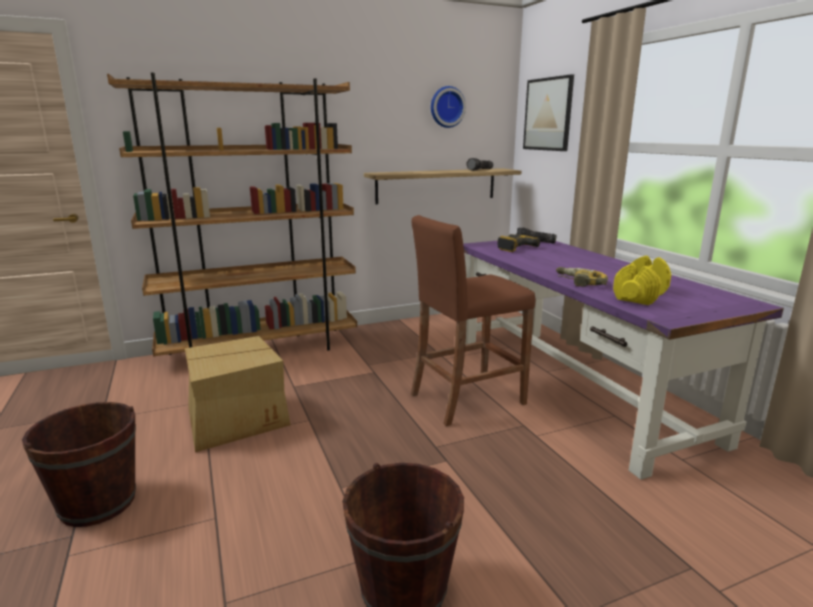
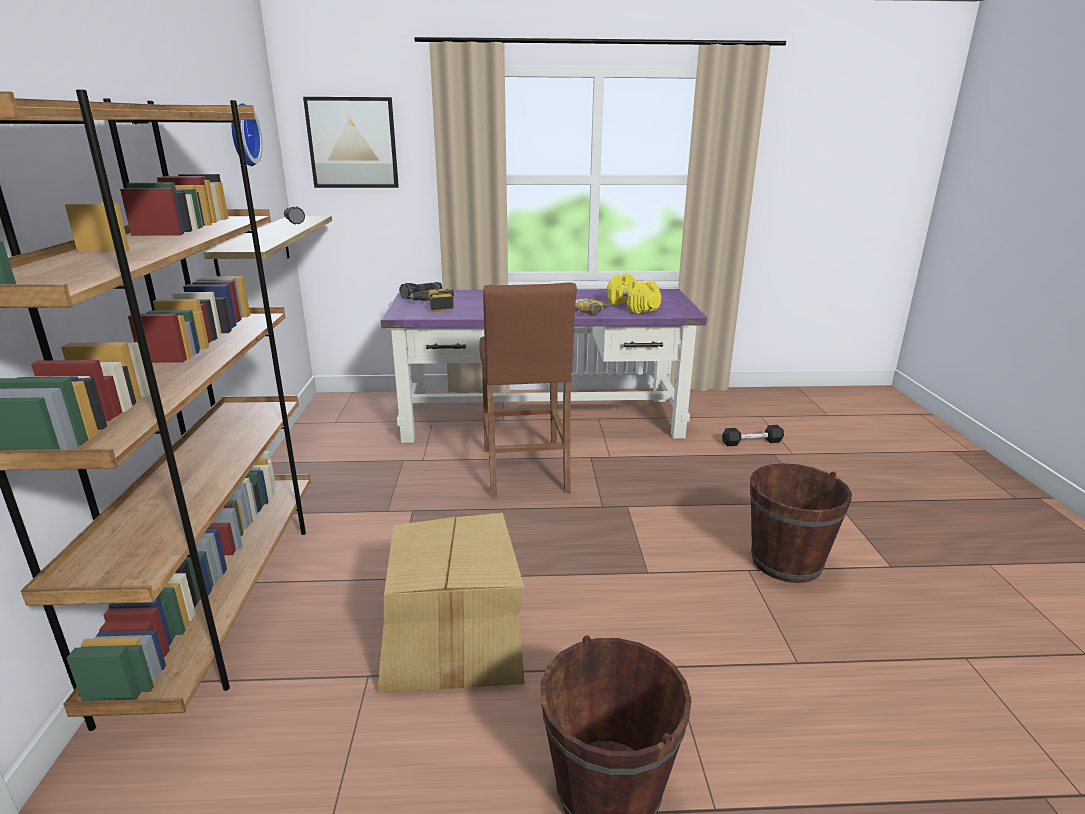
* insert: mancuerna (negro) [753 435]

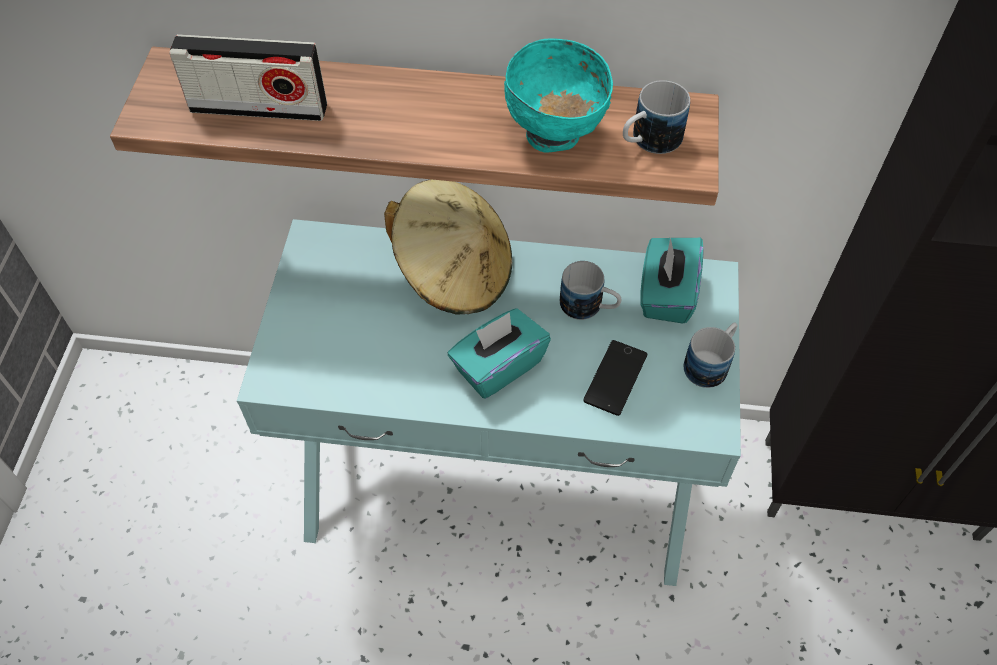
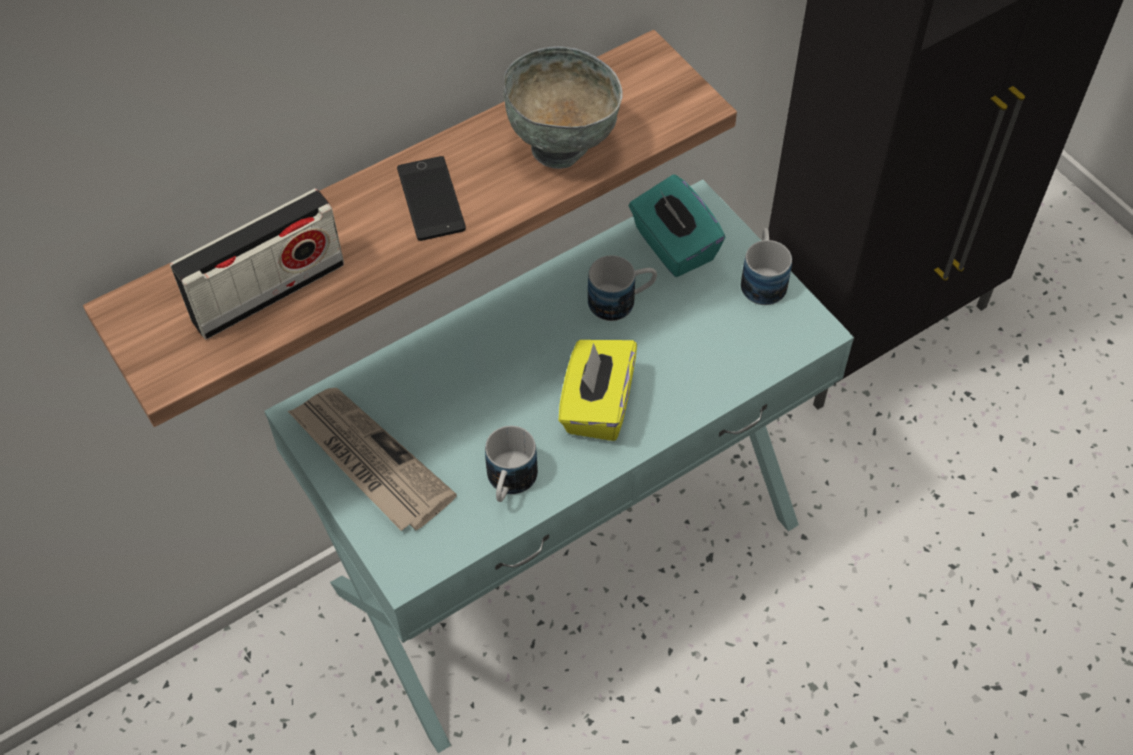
* delete: sombrero (beis) [448 247]
* insert: periódico [372 459]
* move: móvil [615 378] to [431 198]
* move: taza grande [656 117] to [511 464]
* recolor: caja de pañuelos (turquesa) [499 353] to caja de pañuelos (amarillo) [597 390]
* recolor: cuenco (turquesa) [558 96] to cuenco (gris) [563 108]

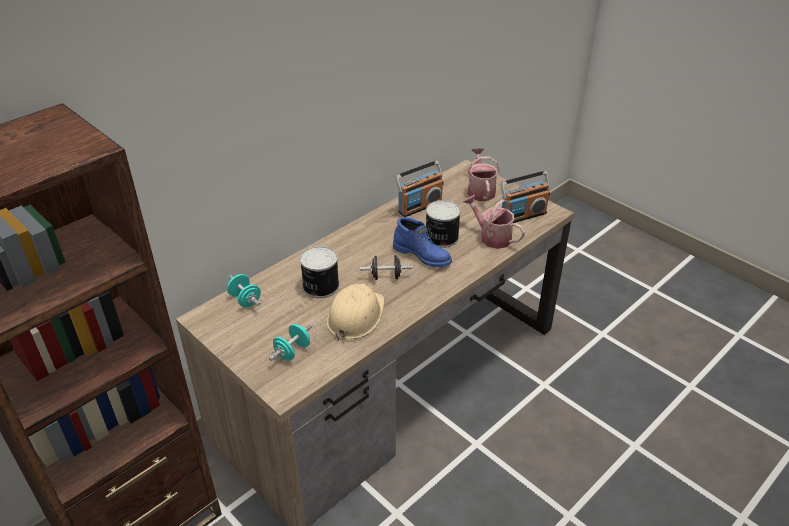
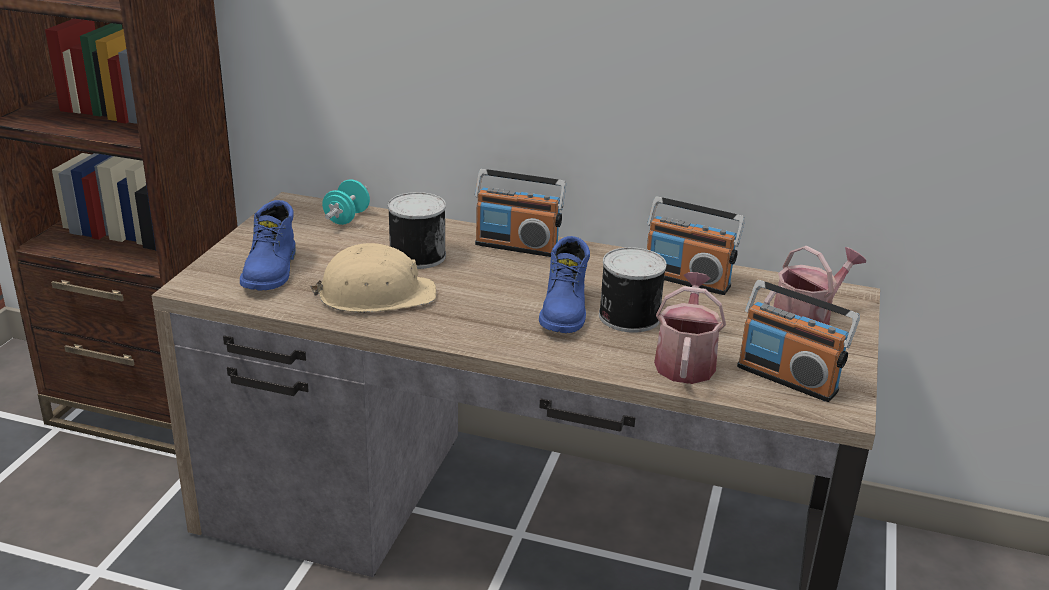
* delete: mancuerna (negro) [386 267]
* insert: radio [520 213]
* replace: mancuerna (turquesa) [290 342] to bota (azul) [268 245]

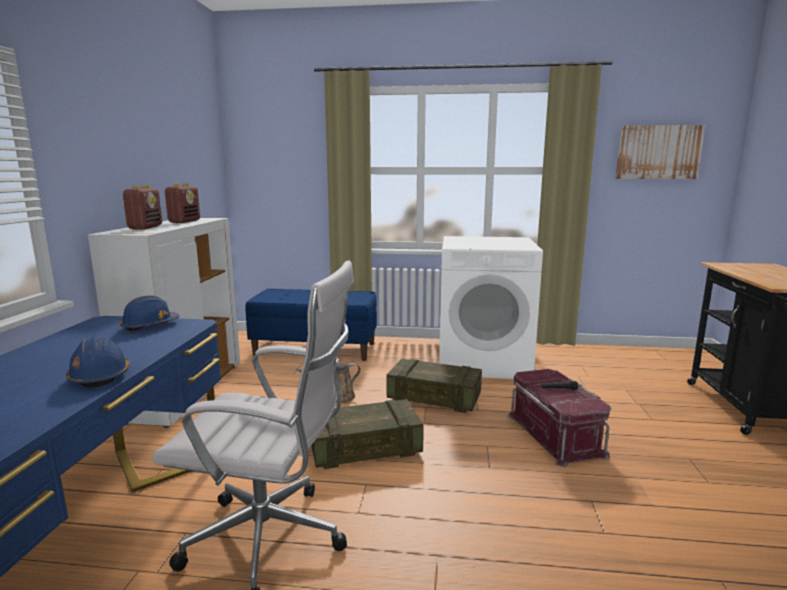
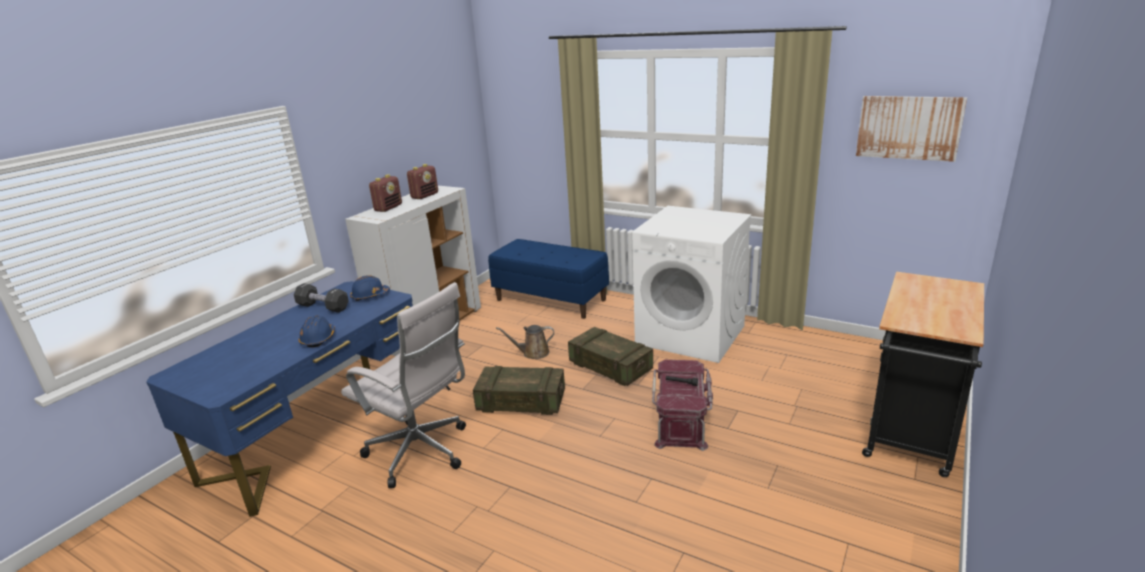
* insert: mancuerna (negro) [321 298]

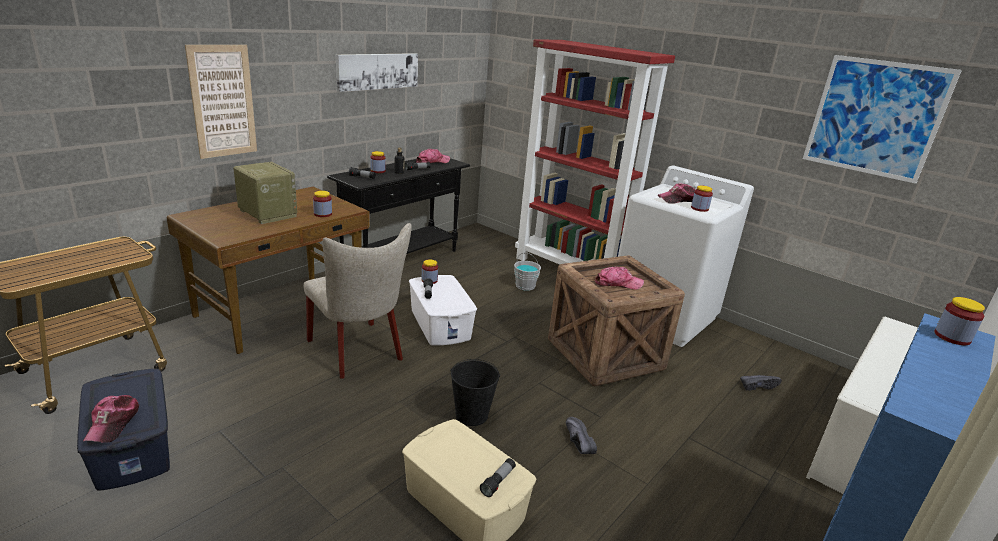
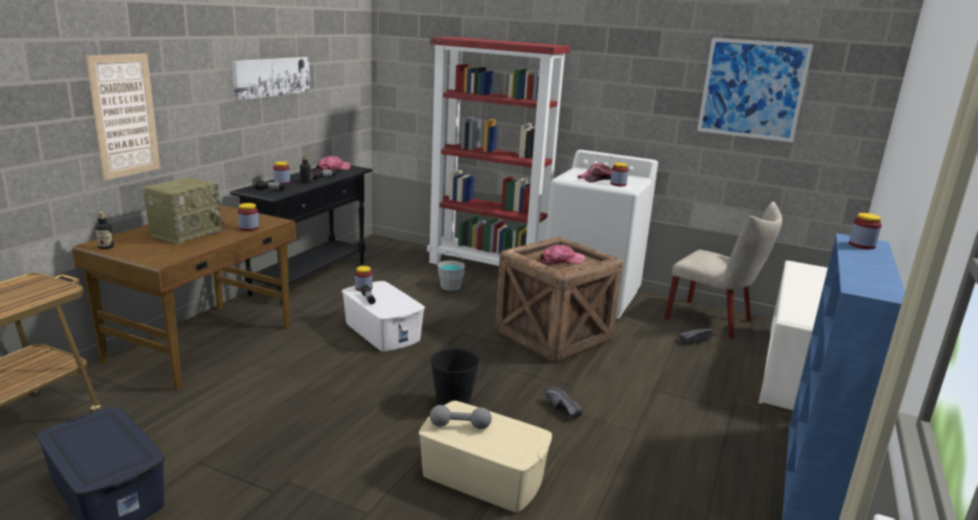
* delete: gorra [111 419]
* delete: linterna [498 477]
* insert: botella [104 230]
* insert: mancuerna (gris) [461 417]
* move: silla (beis) [357 301] to [723 270]
* rotate: radio [265 193] = [184 210] 90 degrees clockwise

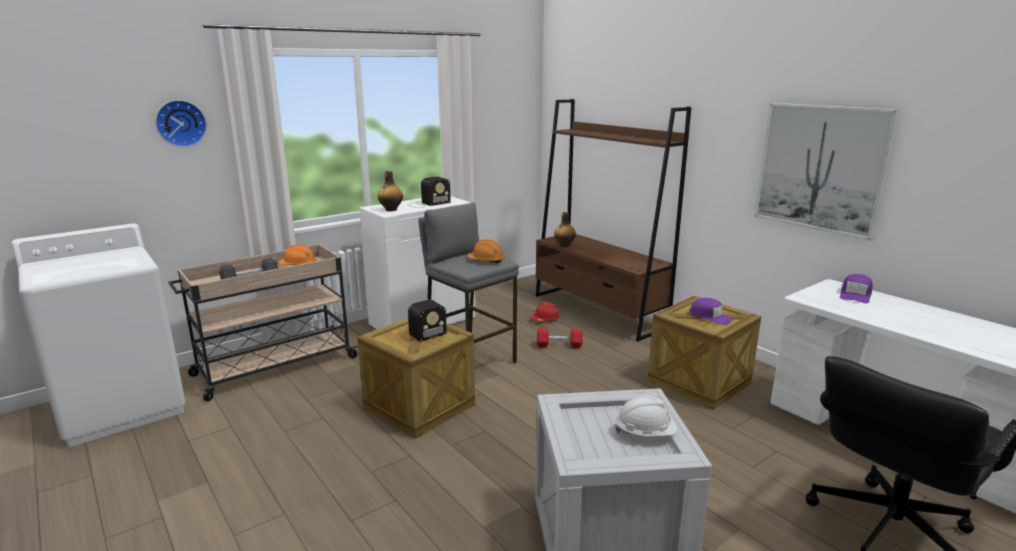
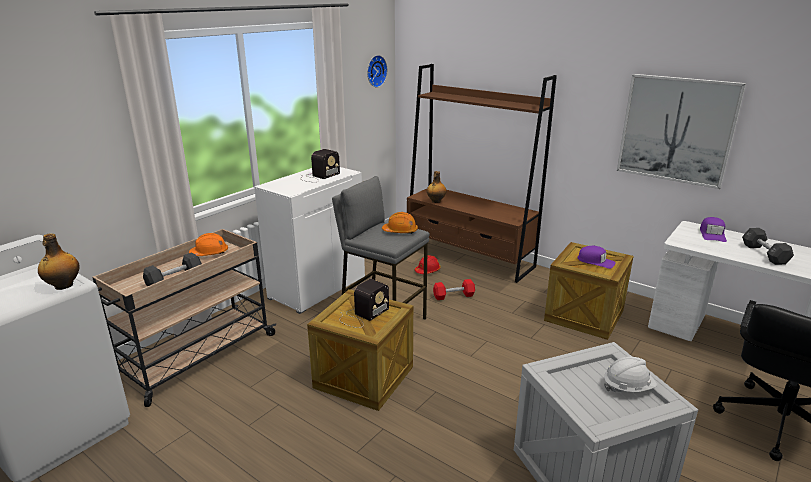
* insert: mancuerna (negro) [768 246]
* move: reloj de pared [181 123] to [377 71]
* move: botella [390 191] to [58 261]

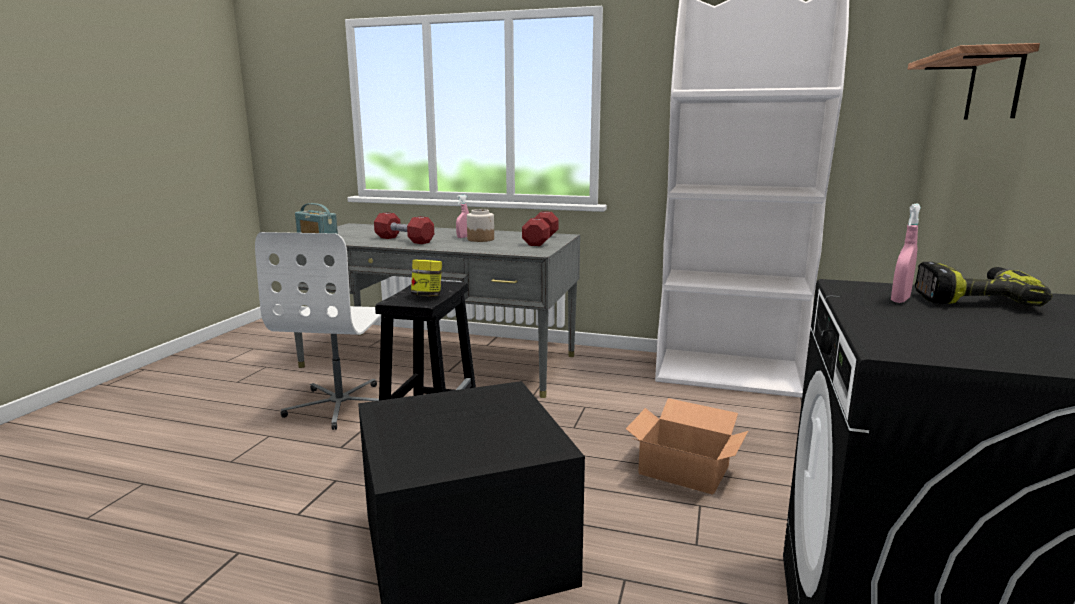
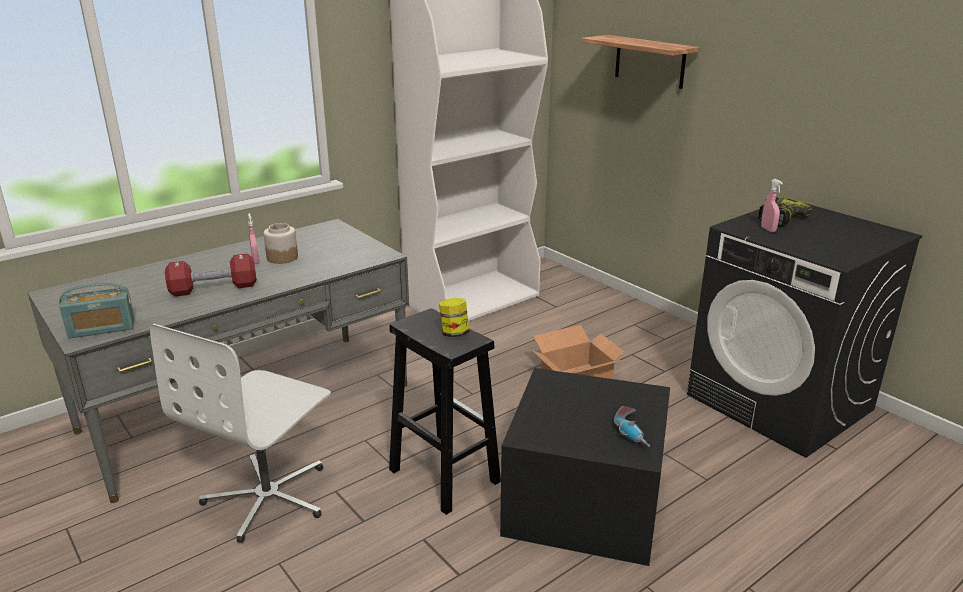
* delete: mancuerna (rojo) [540 228]
* insert: taladro [632 426]
* rotate: silla de oficina (blanco) [318 331] = [240 433] 75 degrees clockwise

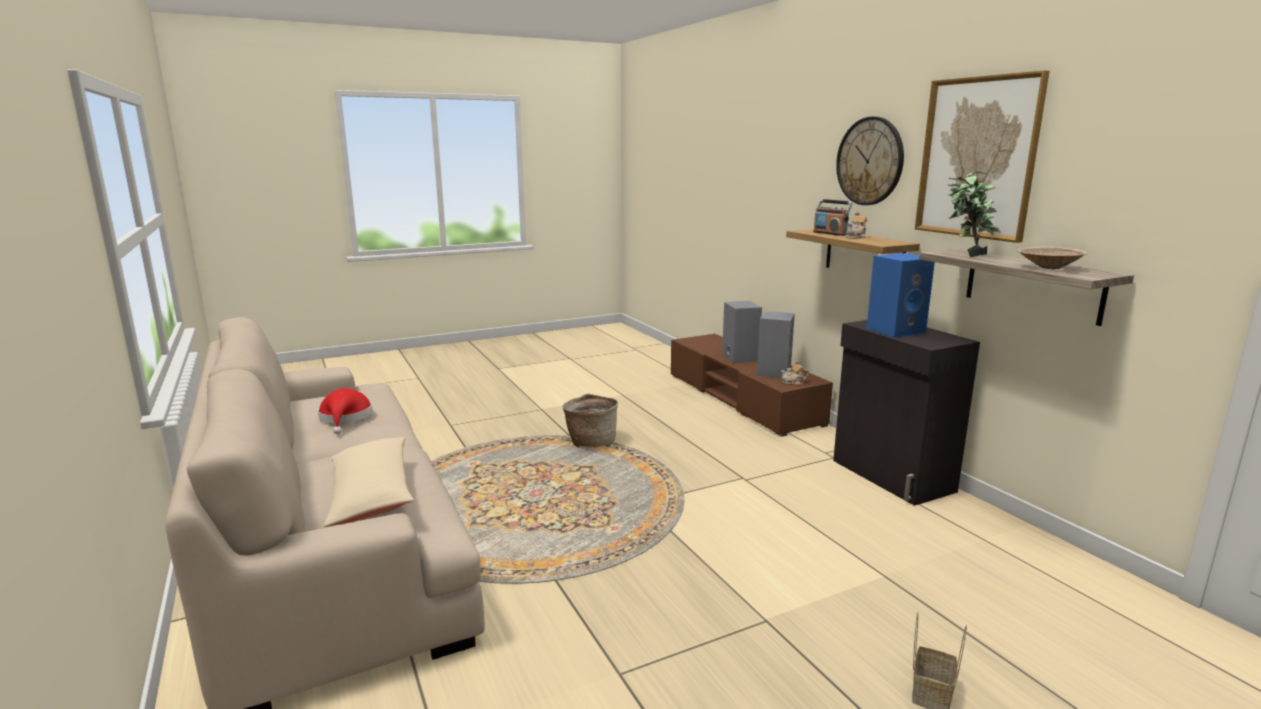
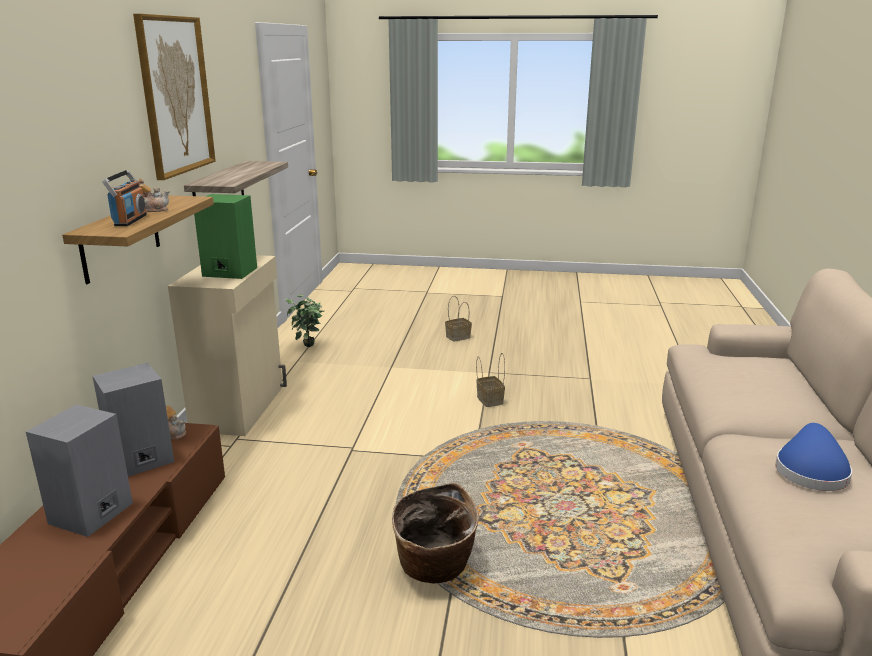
* delete: cojín (beis) [369 482]
* delete: reloj de pared [870 161]
* delete: cuenco (beis) [1052 257]
* insert: cesta [490 380]
* move: planta en maceta [974 214] to [304 321]
* recolor: sombrero (rojo) [345 411] to sombrero (azul) [813 457]
* recolor: armario (negro) [906 413] to armario (beis) [227 345]
* recolor: altavoz (azul) [900 295] to altavoz (verde) [225 236]

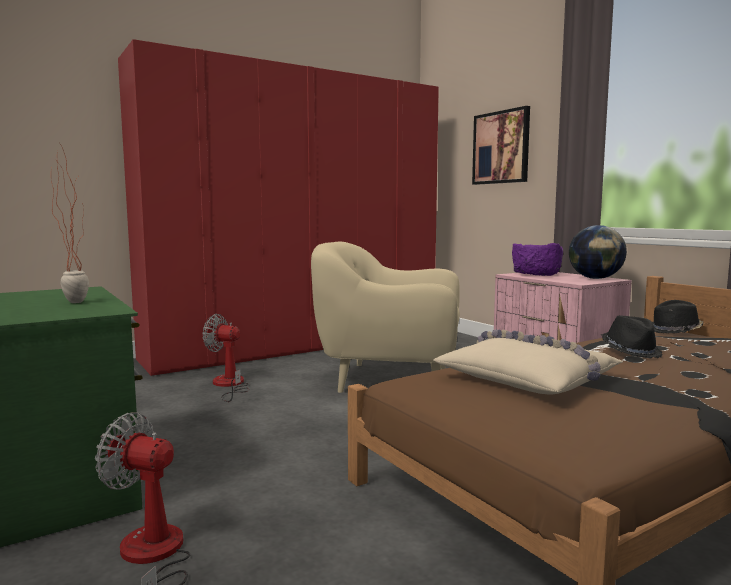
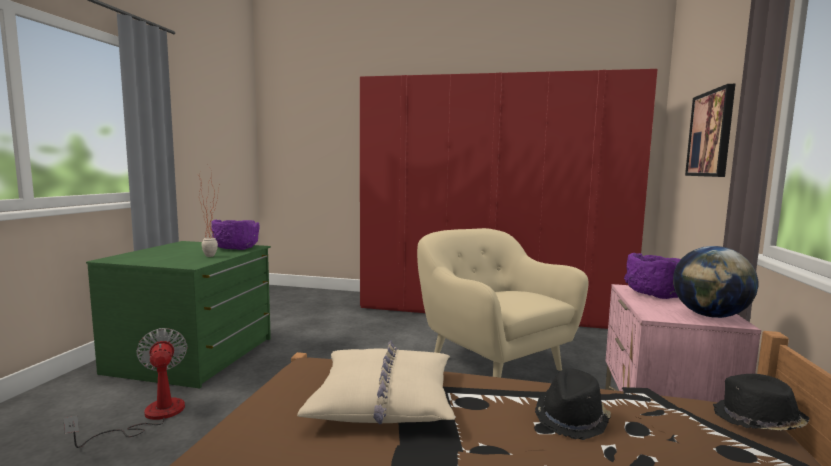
* delete: ventilador [225 358]
* insert: cuenco (morado) [235 235]

